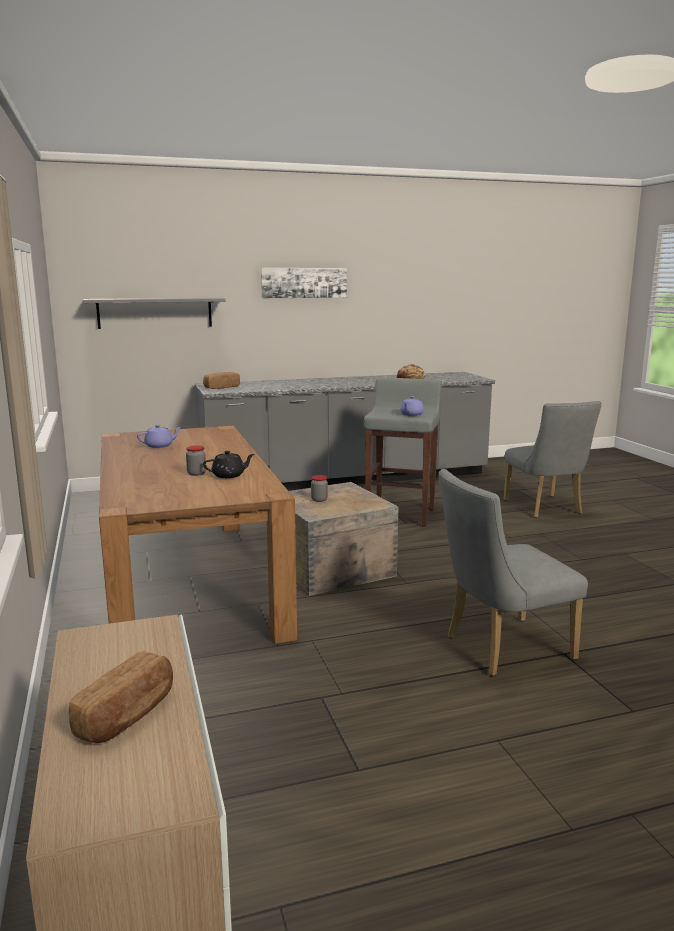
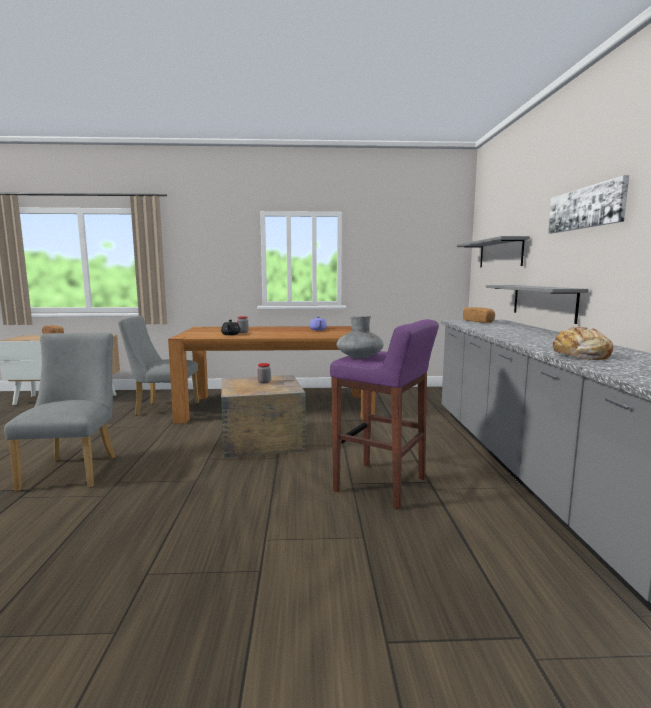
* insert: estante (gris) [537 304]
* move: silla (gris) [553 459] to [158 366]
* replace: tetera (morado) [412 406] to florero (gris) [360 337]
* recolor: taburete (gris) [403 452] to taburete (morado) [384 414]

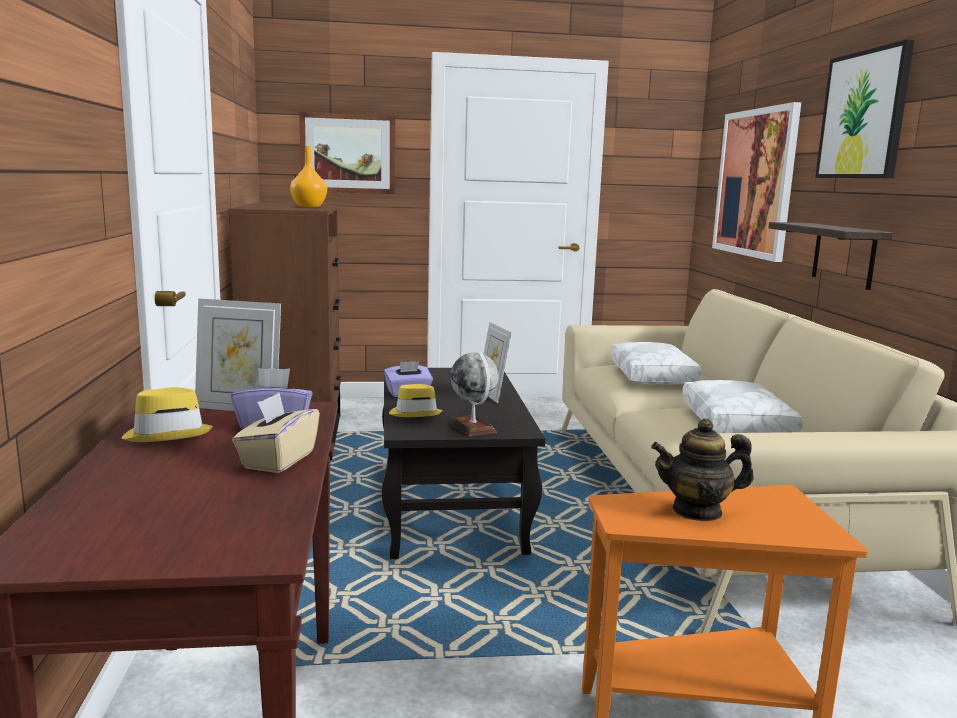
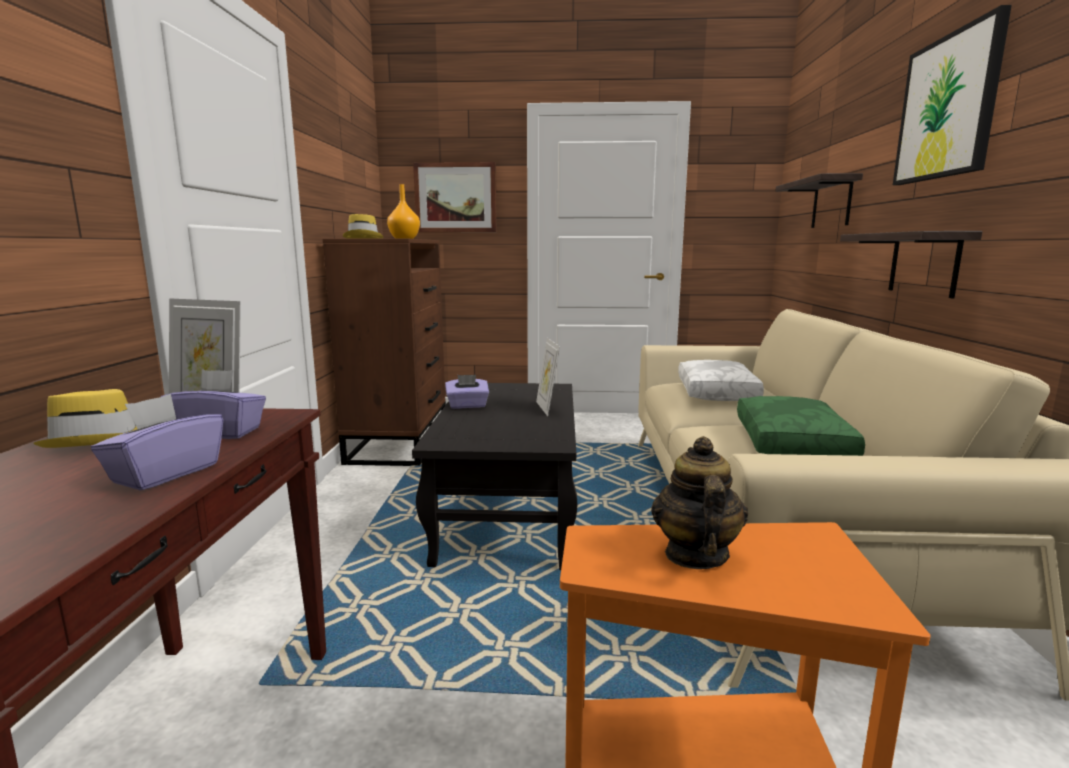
* delete: globo terráqueo [474 394]
* move: sombrero (amarillo) [416 400] to [363 226]
* replace: cuadro [756 182] to estante [819 200]
* recolor: caja de pañuelos (beis) [276 433] to caja de pañuelos (morado) [157 442]
* recolor: cojín (blanco) [742 406] to cojín (verde) [801 426]
* rotate: tetera [702 469] = [699 502] 90 degrees clockwise

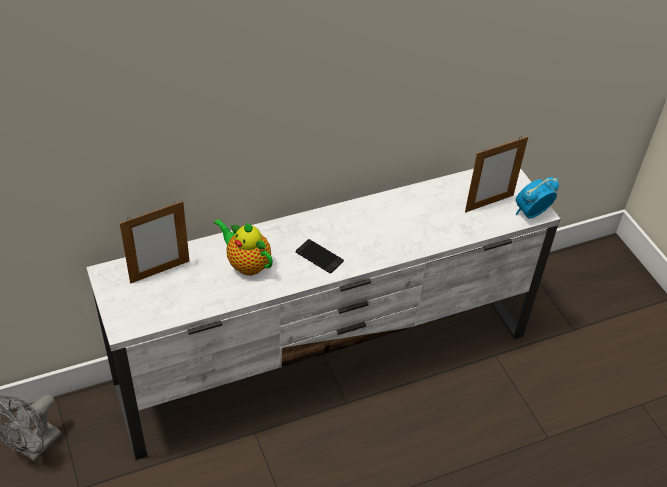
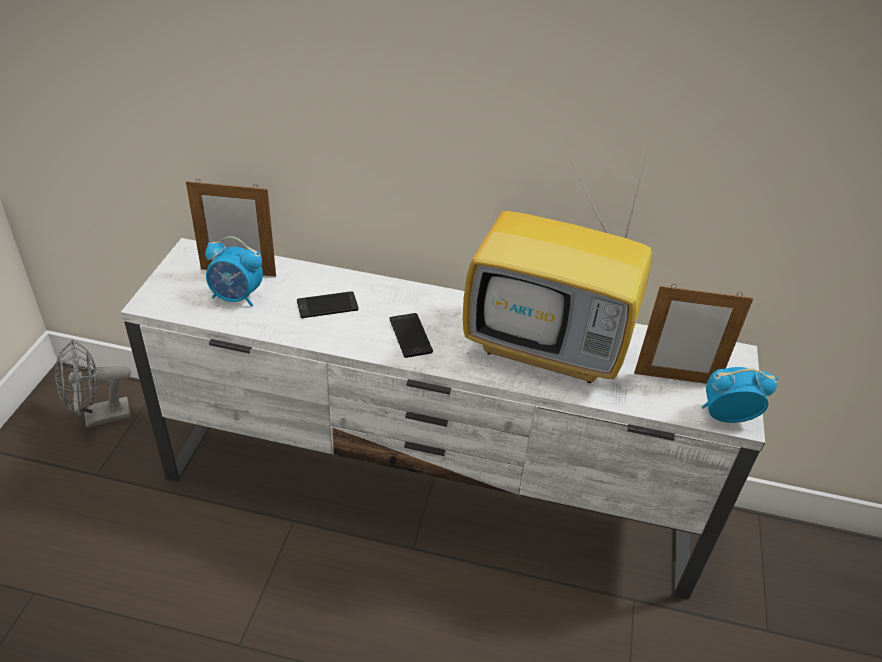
* insert: despertador [234 271]
* insert: televisor [557 266]
* replace: tetera [243 247] to móvil [328 304]

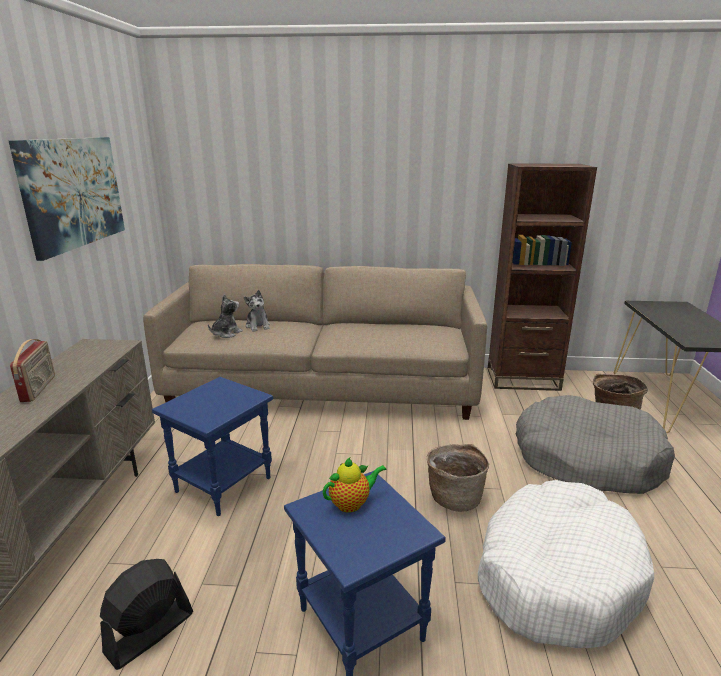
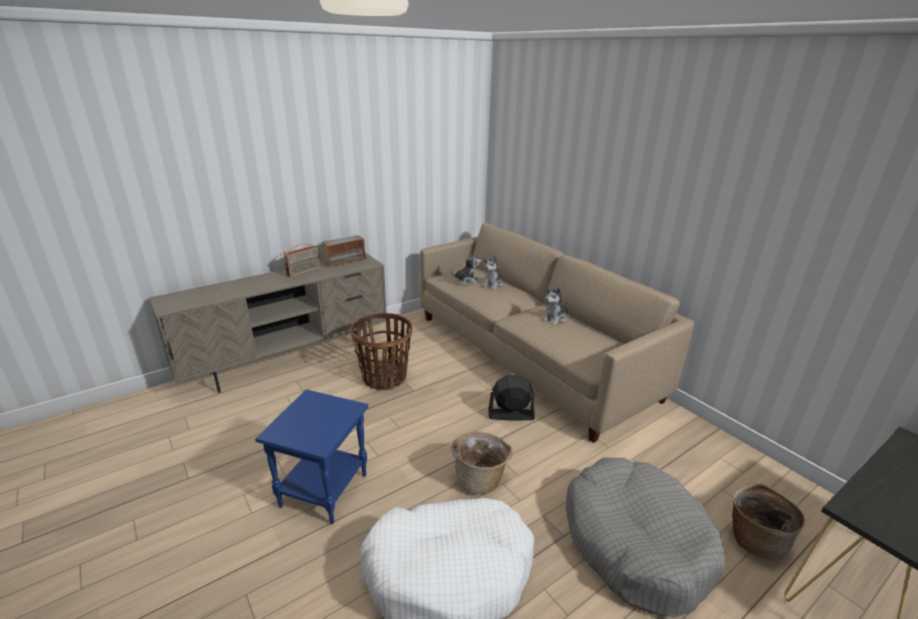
* delete: cuadro [67 199]
* delete: tetera [355 485]
* delete: estantería (marrón) [542 277]
* insert: radio [344 251]
* insert: peluche [554 306]
* move: ventilador (negro) [146 614] to [511 397]
* replace: mesa auxiliar (azul) [212 446] to cesta [381 351]

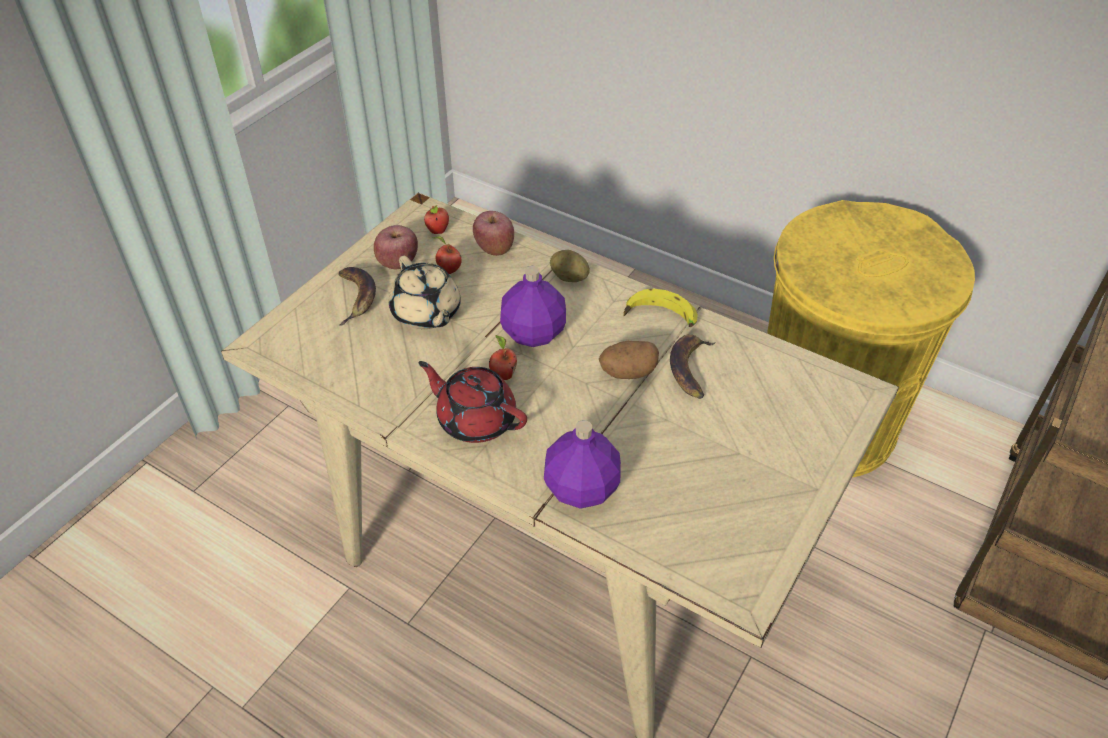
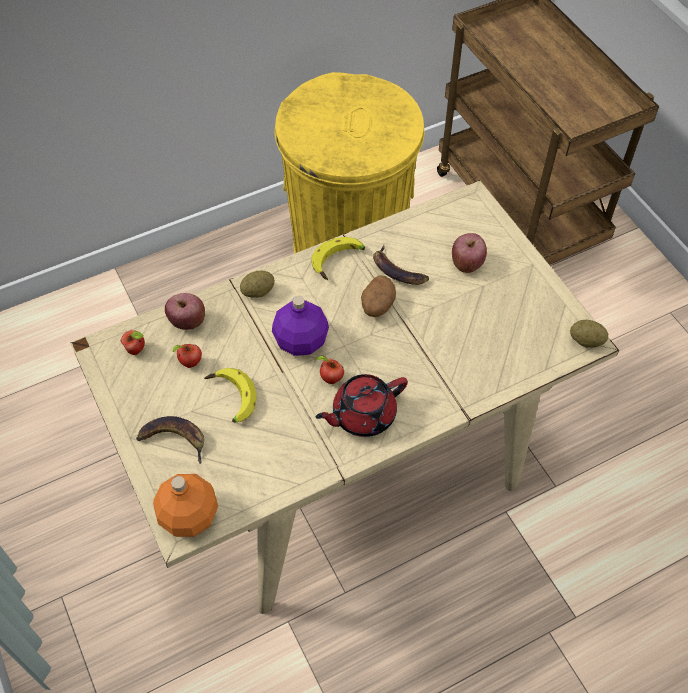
* delete: botella (morado) [582 464]
* insert: botella (naranja) [185 505]
* insert: patata [589 333]
* move: manzana [396 247] to [469 253]
* replace: tetera (beis) [425 292] to plátano [230 395]

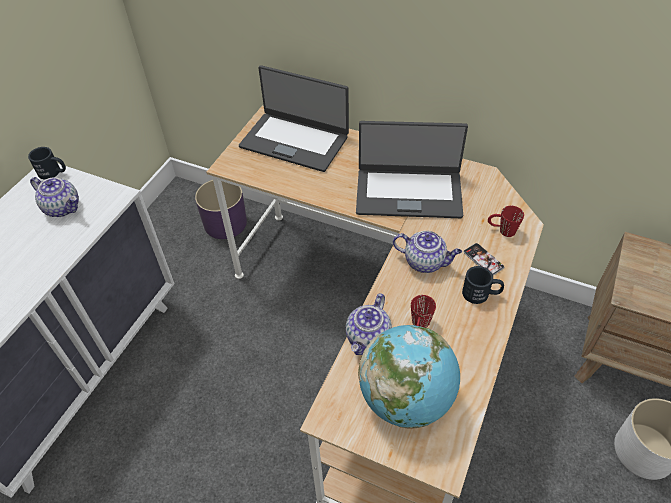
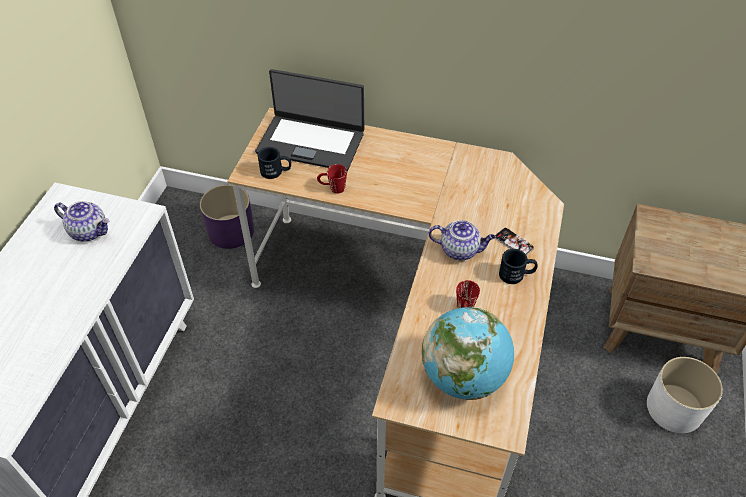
* delete: tetera [369 324]
* delete: portátil [412 169]
* move: taza grande (negro) [47 163] to [274 163]
* move: taza grande (rojo) [506 221] to [332 179]

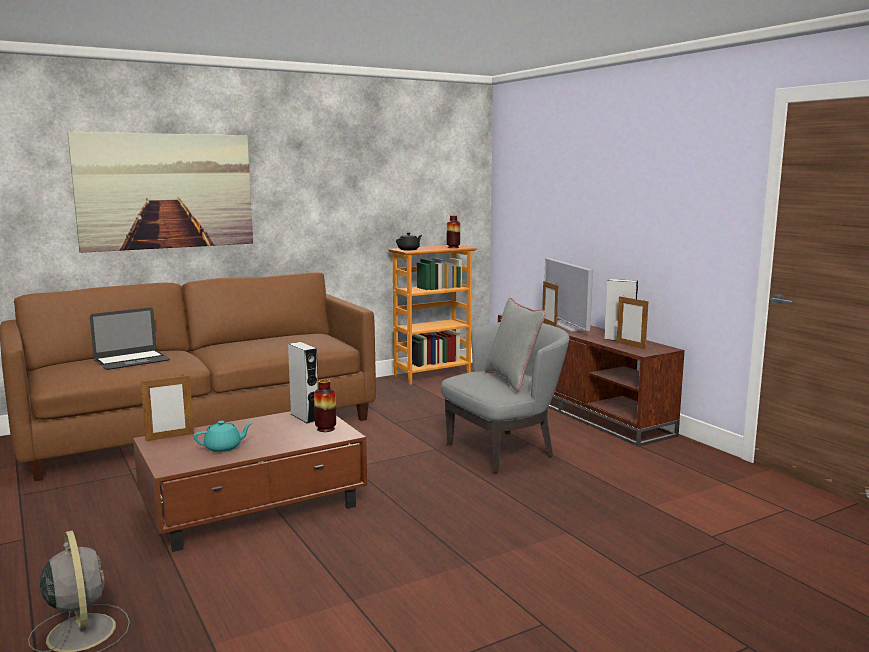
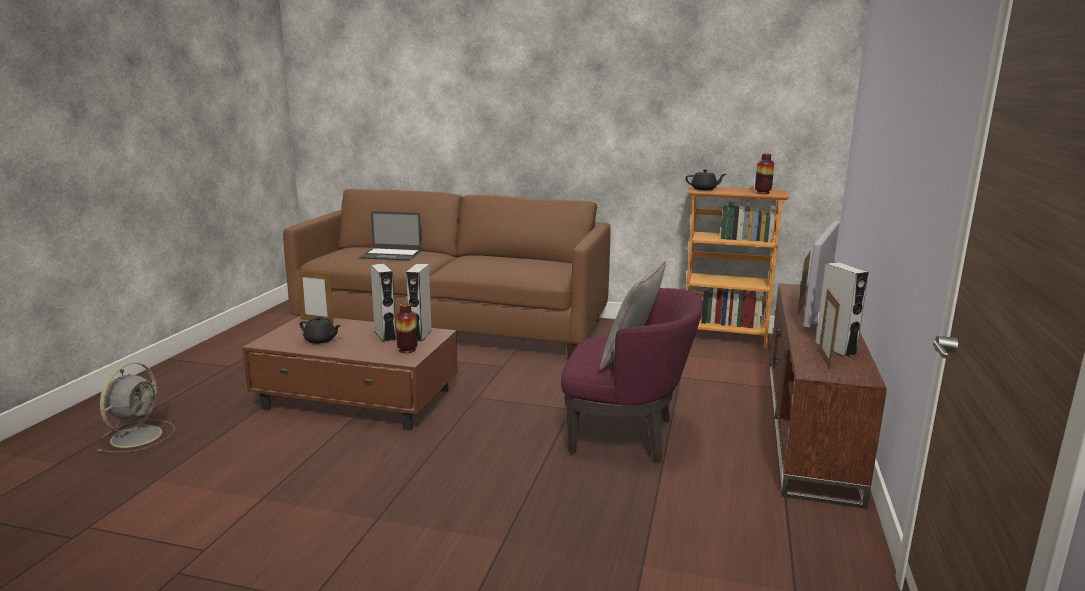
* delete: cuadro [160 192]
* insert: altavoz (gris) [383 302]
* recolor: tetera (turquesa) [223 436] to tetera (negro) [320 330]
* recolor: sillón (gris) [505 397] to sillón (morado) [632 375]

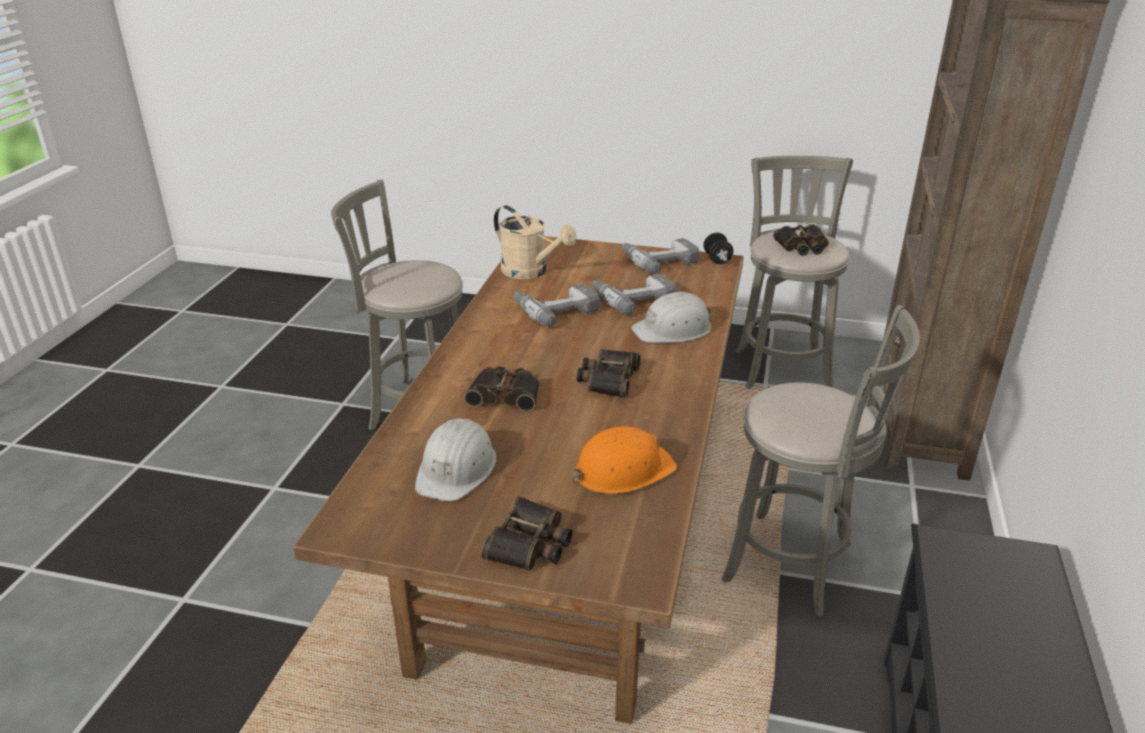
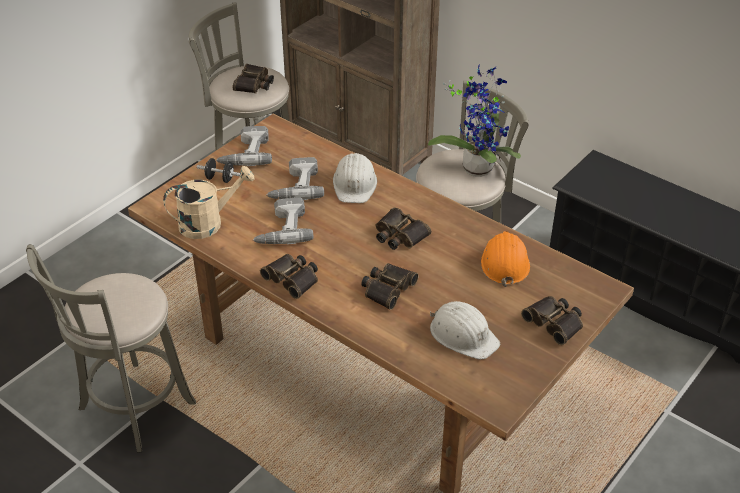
* insert: prismáticos [289 276]
* insert: planta en maceta [474 120]
* move: mancuerna (negro) [718 248] to [218 170]

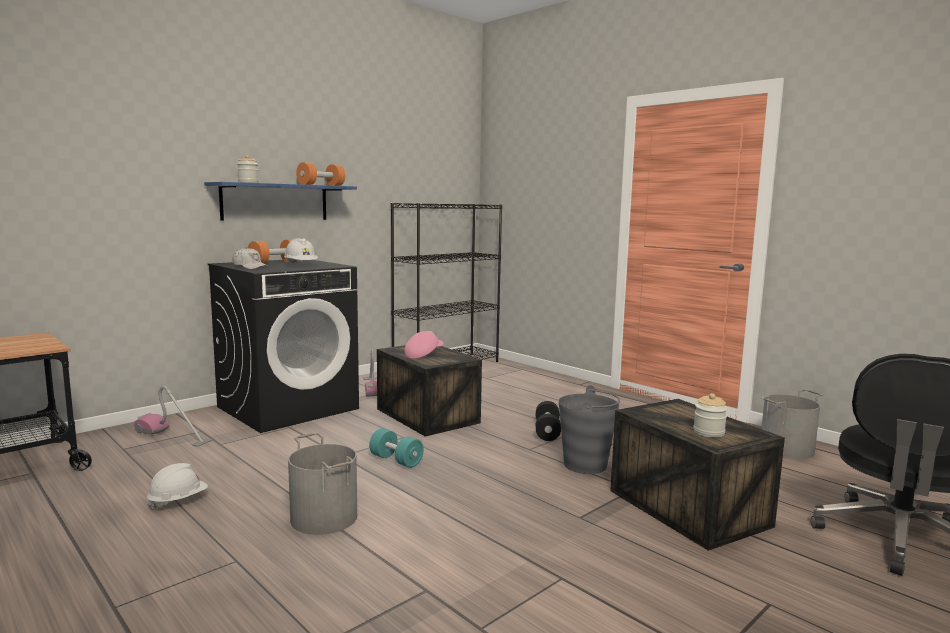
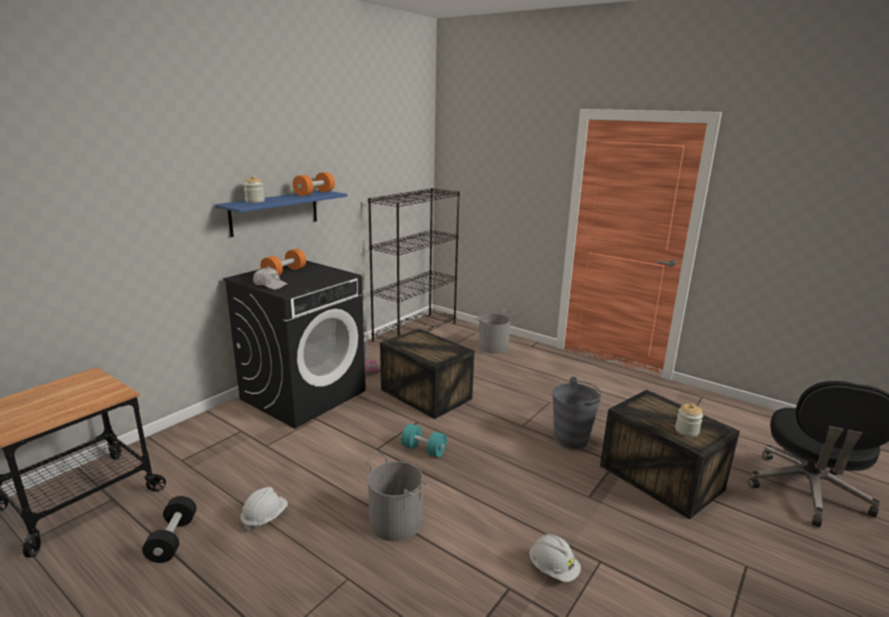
* delete: aspiradora [173 416]
* delete: gorra (rosa) [424 345]
* move: casco (blanco) [301 251] to [555 558]
* move: mancuerna (negro) [548 421] to [169 529]
* move: cubo (gris) [792 424] to [495 332]

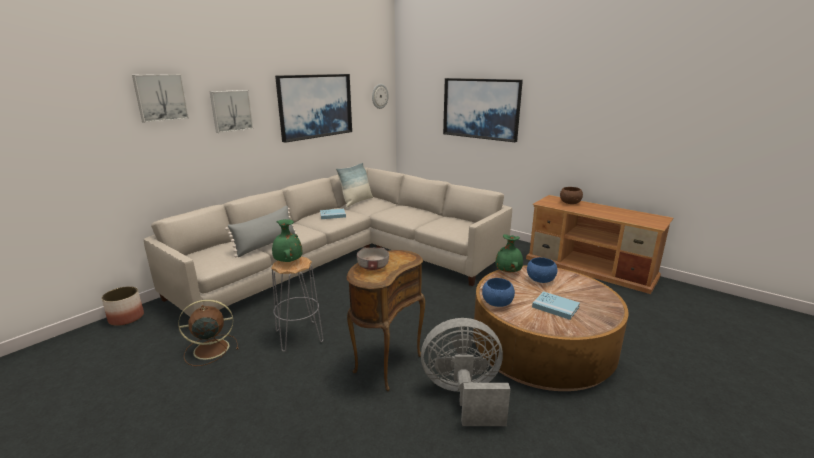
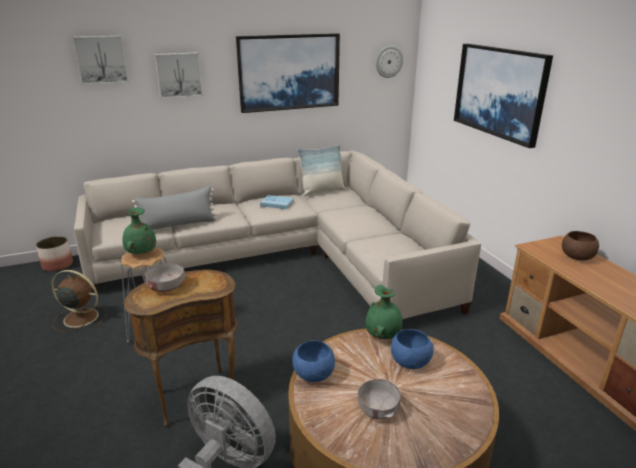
* replace: libro (azul) [556 305] to cuenco (gris) [379 399]

